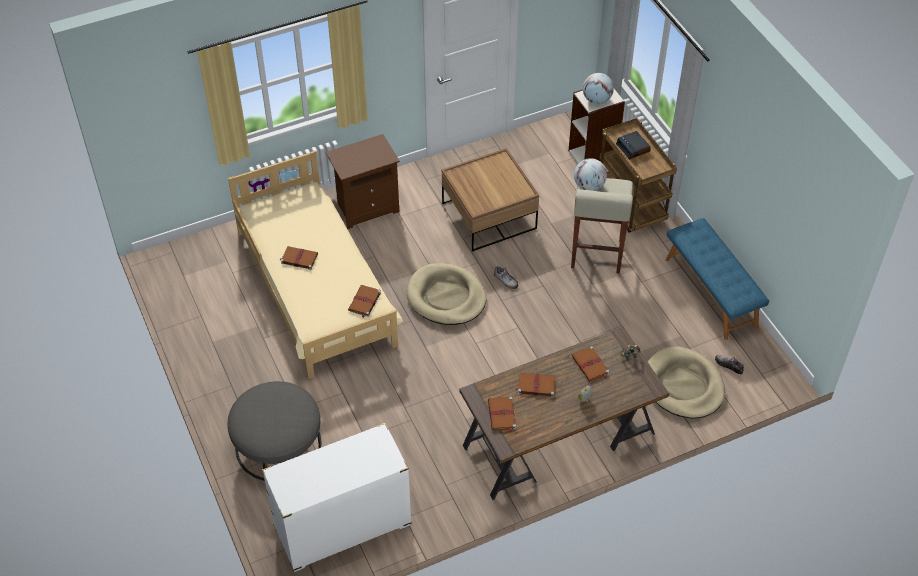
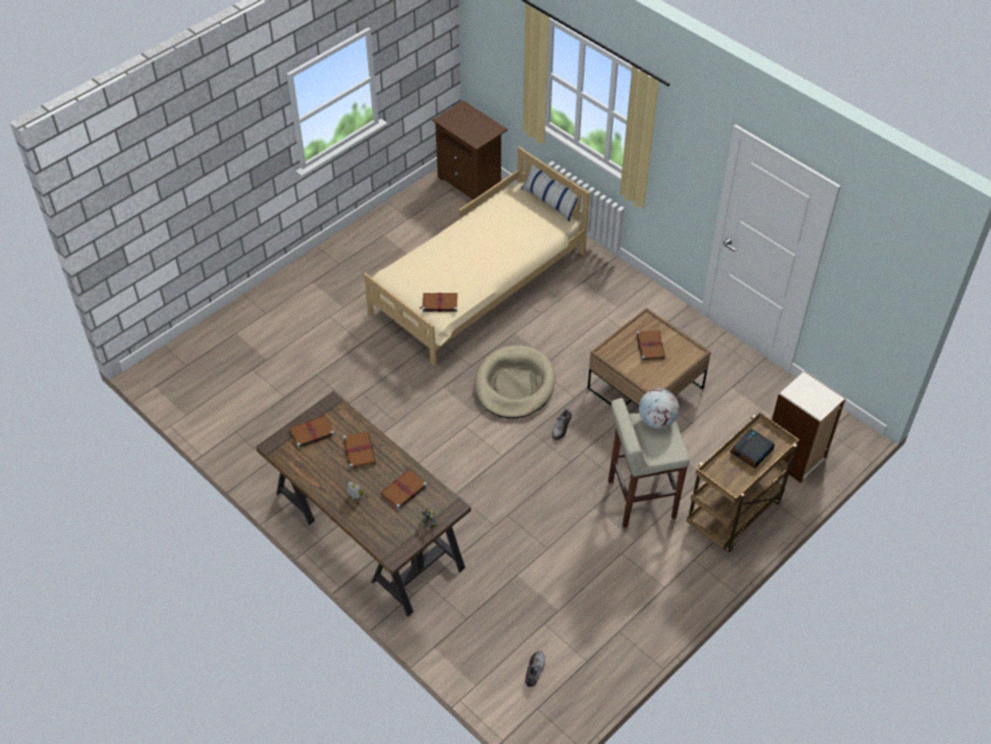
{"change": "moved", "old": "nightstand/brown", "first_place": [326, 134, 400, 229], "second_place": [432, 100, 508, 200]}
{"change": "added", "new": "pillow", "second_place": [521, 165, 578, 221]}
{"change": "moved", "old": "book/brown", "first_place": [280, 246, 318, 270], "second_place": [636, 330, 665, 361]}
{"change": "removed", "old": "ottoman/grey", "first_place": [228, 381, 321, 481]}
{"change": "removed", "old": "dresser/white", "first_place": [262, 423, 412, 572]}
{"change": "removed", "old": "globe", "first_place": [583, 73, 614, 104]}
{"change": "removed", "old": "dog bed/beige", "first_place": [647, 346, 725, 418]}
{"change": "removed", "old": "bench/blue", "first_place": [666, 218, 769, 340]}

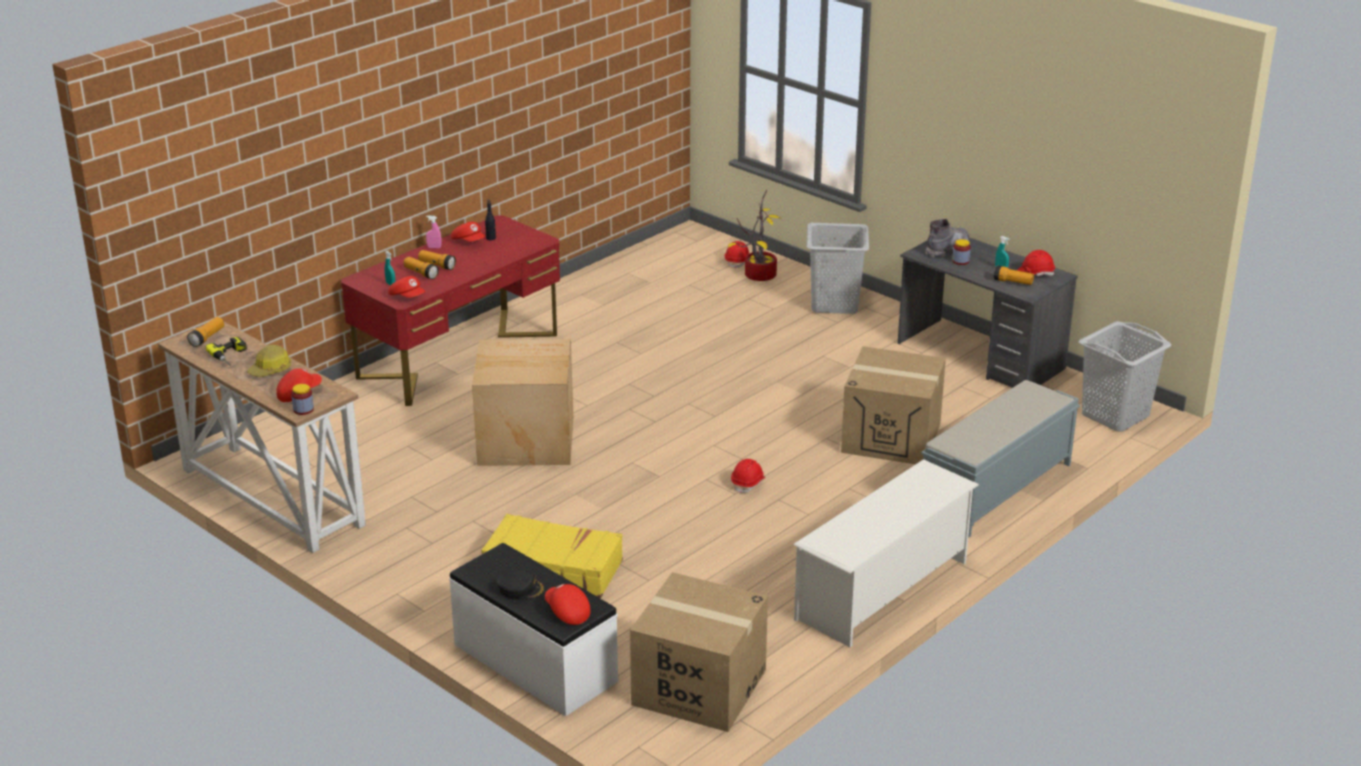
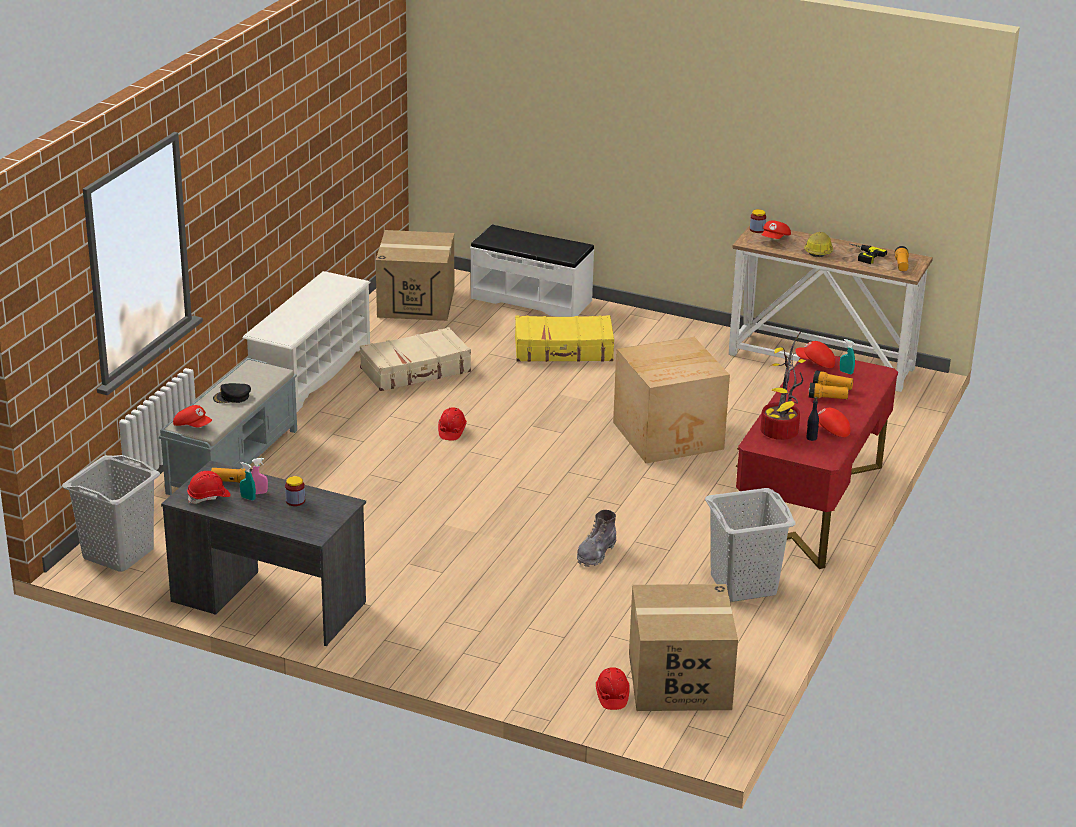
{"change": "moved", "old": "cap/red", "first_place": [545, 584, 591, 625], "second_place": [173, 405, 212, 427]}
{"change": "moved", "old": "cap/black", "first_place": [496, 571, 545, 599], "second_place": [213, 383, 251, 403]}
{"change": "moved", "old": "spray bottle/pink", "first_place": [426, 215, 442, 248], "second_place": [251, 458, 268, 494]}
{"change": "added", "new": "suitcase/beige", "second_place": [360, 327, 471, 391]}
{"change": "moved", "old": "boot/grey", "first_place": [925, 219, 969, 258], "second_place": [577, 510, 616, 567]}
{"change": "moved", "old": "cardboard box", "first_place": [841, 346, 946, 464], "second_place": [629, 584, 738, 711]}
{"change": "moved", "old": "laundry basket/grey", "first_place": [807, 223, 869, 314], "second_place": [705, 488, 796, 602]}
{"change": "moved", "old": "potted plant", "first_place": [728, 190, 783, 281], "second_place": [760, 332, 806, 440]}

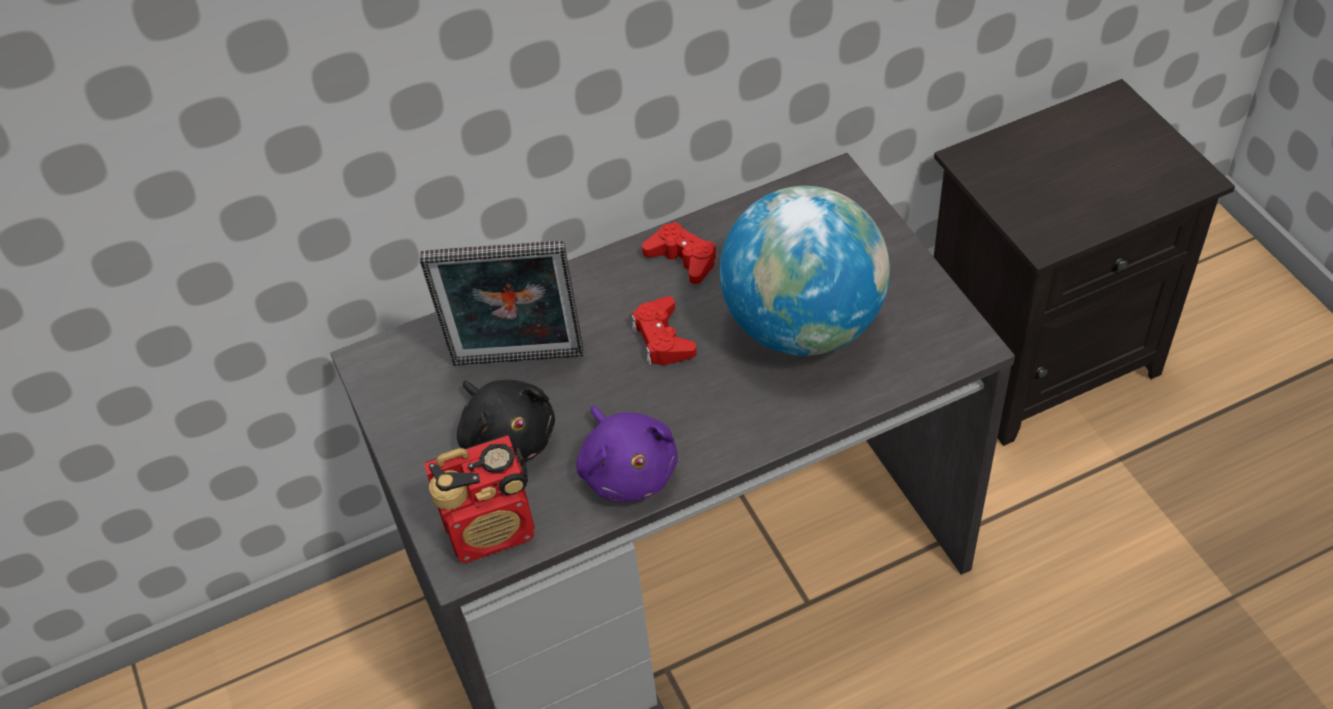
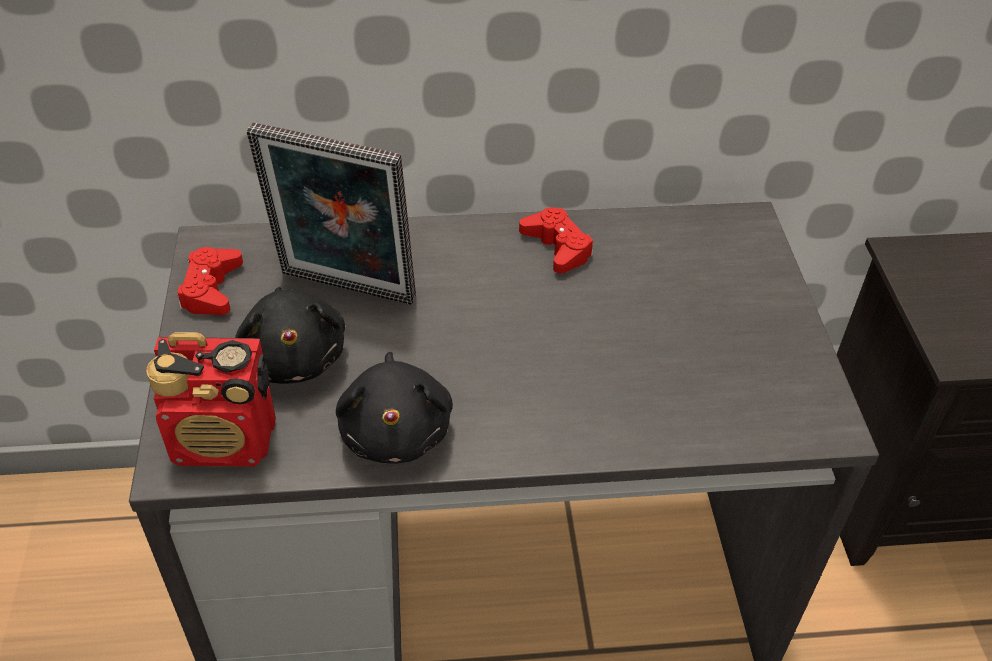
{"change": "moved", "old": "game controller/red", "first_place": [632, 296, 697, 365], "second_place": [177, 247, 243, 315]}
{"change": "recoloured", "old": "plush toy/purple", "new": "plush toy/black", "first_place": [576, 405, 678, 502], "second_place": [336, 352, 453, 464]}
{"change": "removed", "old": "globe", "first_place": [720, 186, 890, 356]}

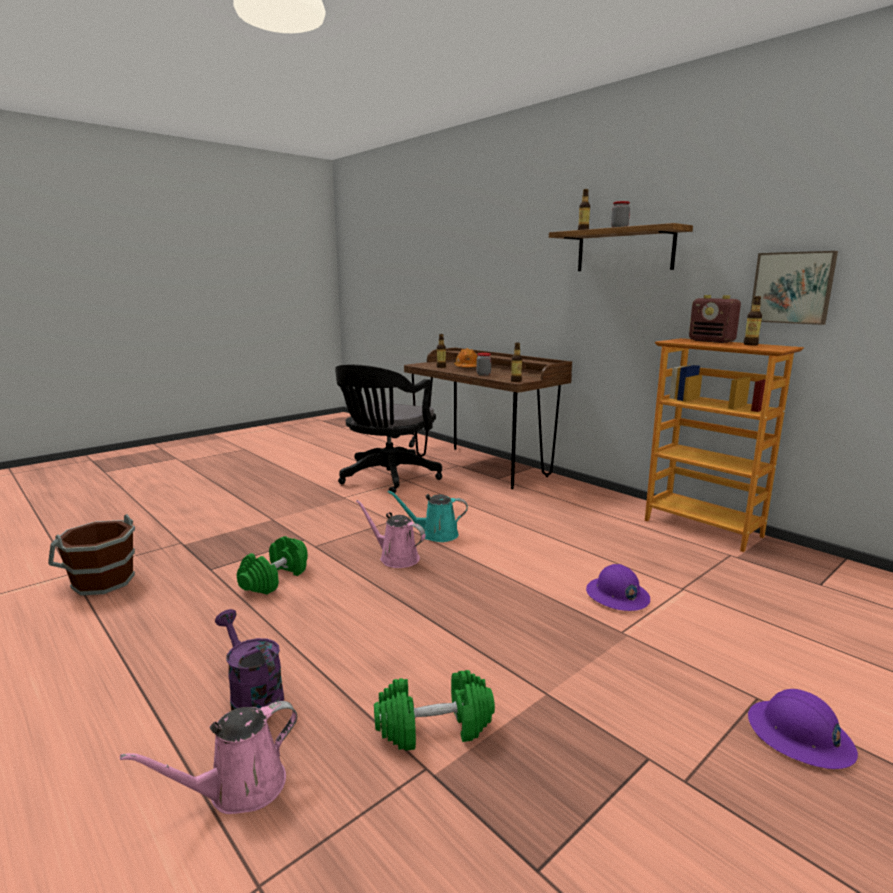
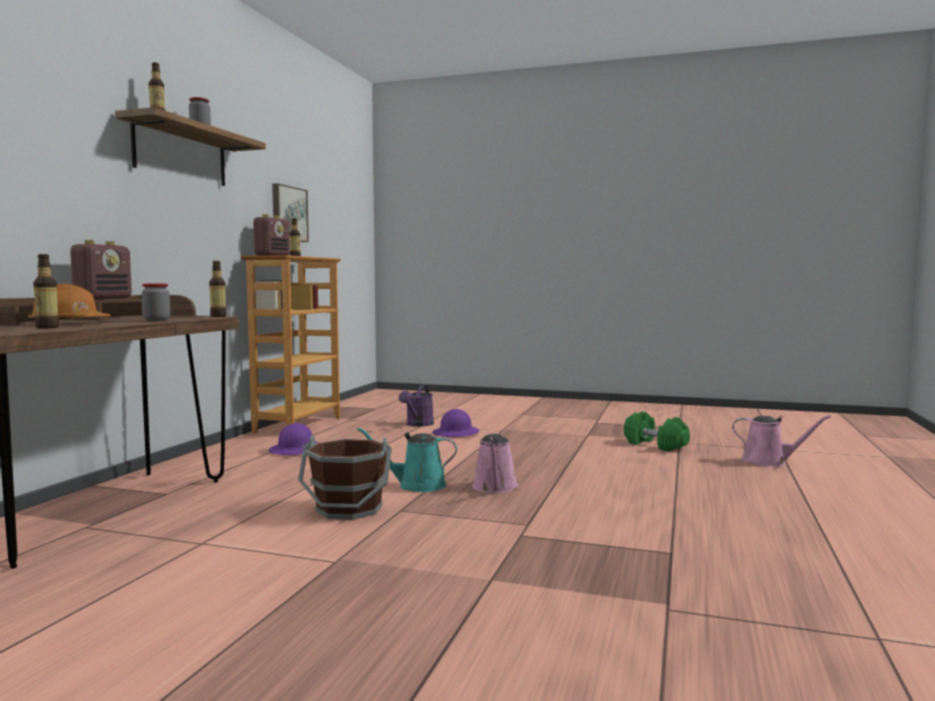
{"change": "added", "new": "radio", "second_place": [70, 240, 132, 300]}
{"change": "moved", "old": "hard hat/purple", "first_place": [748, 689, 858, 769], "second_place": [269, 423, 319, 455]}
{"change": "moved", "old": "bucket/brown", "first_place": [48, 514, 135, 596], "second_place": [298, 435, 392, 520]}
{"change": "turned", "old": "watering can/turquoise", "first_place": [388, 490, 468, 542], "second_place": [357, 428, 457, 492], "degrees": 120}
{"change": "moved", "old": "watering can/purple", "first_place": [215, 609, 284, 710], "second_place": [399, 384, 434, 427]}
{"change": "removed", "old": "dumbbell/green", "first_place": [237, 536, 308, 595]}
{"change": "removed", "old": "office chair/black", "first_place": [335, 364, 442, 493]}

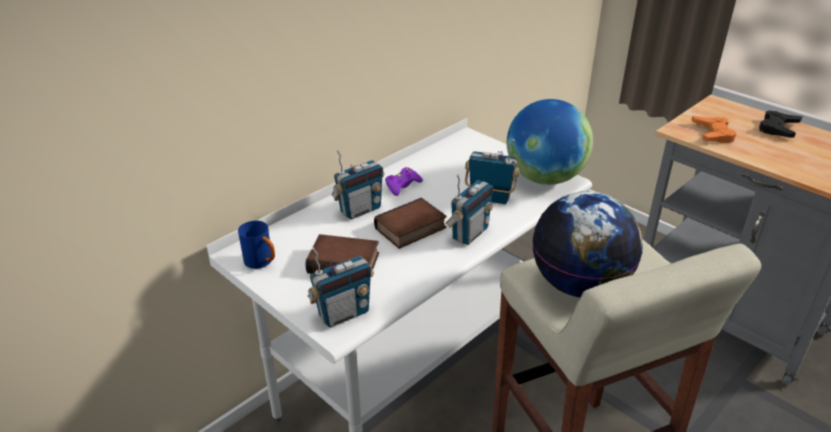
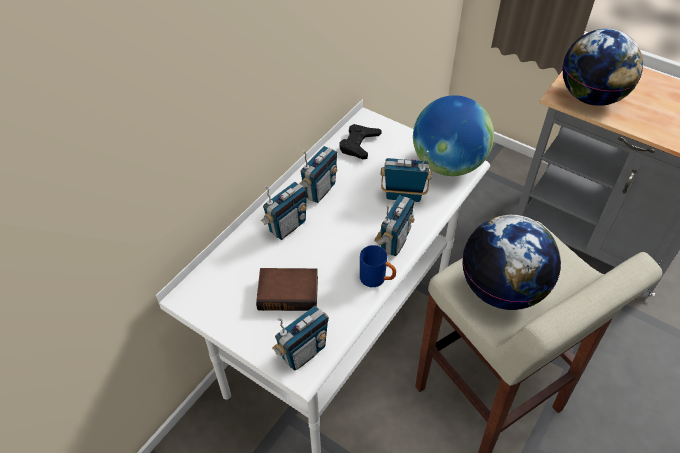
{"change": "replaced", "old": "game controller/purple", "new": "radio", "first_place": [385, 167, 423, 196], "second_place": [299, 146, 338, 203]}
{"change": "moved", "old": "game controller/black", "first_place": [759, 110, 803, 138], "second_place": [340, 124, 382, 159]}
{"change": "moved", "old": "mug/blue", "first_place": [238, 221, 275, 269], "second_place": [360, 245, 396, 287]}
{"change": "replaced", "old": "game controller/orange", "new": "globe", "first_place": [691, 116, 737, 143], "second_place": [562, 29, 643, 106]}
{"change": "removed", "old": "book", "first_place": [374, 198, 447, 249]}

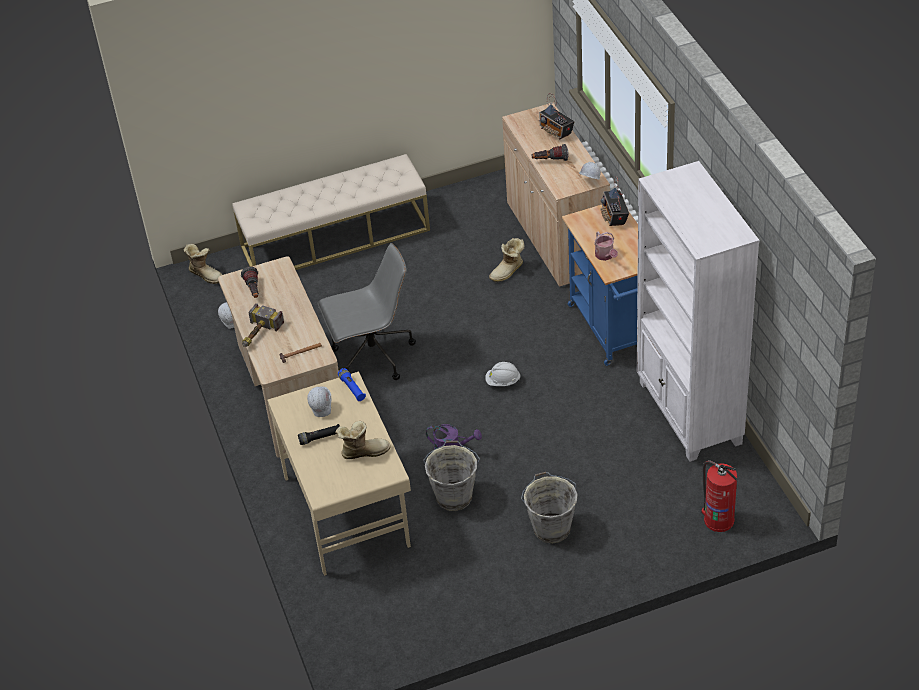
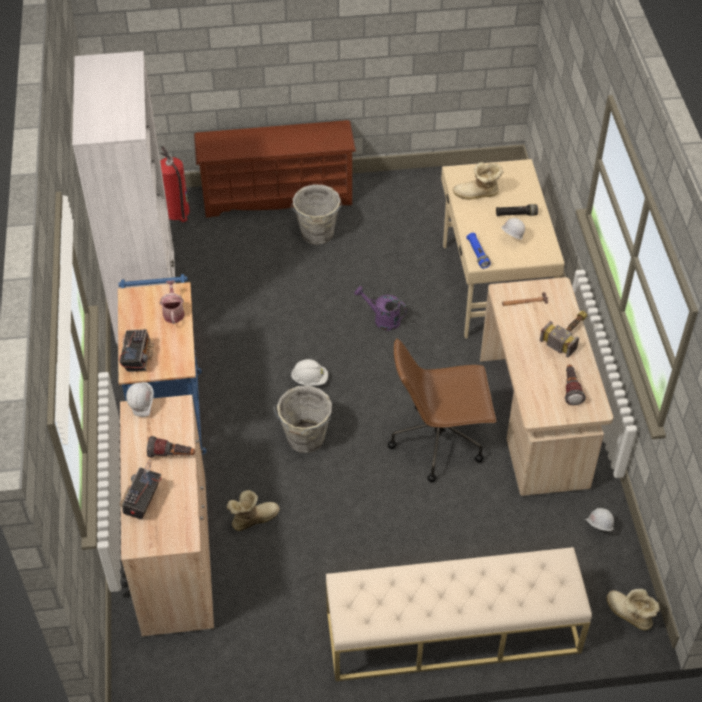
{"change": "turned", "old": "radio", "first_place": [539, 93, 574, 140], "second_place": [120, 459, 161, 519], "degrees": -135}
{"change": "added", "new": "shoe rack/brown", "second_place": [194, 120, 356, 218]}
{"change": "moved", "old": "bucket/grey", "first_place": [423, 441, 480, 511], "second_place": [273, 386, 332, 453]}
{"change": "recoloured", "old": "office chair/grey", "new": "office chair/brown", "first_place": [317, 243, 416, 380], "second_place": [388, 338, 496, 482]}

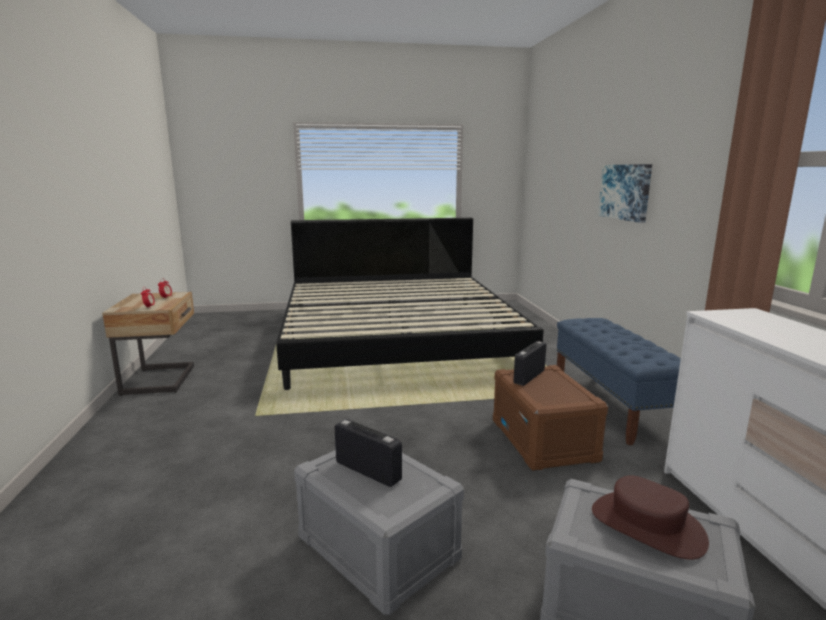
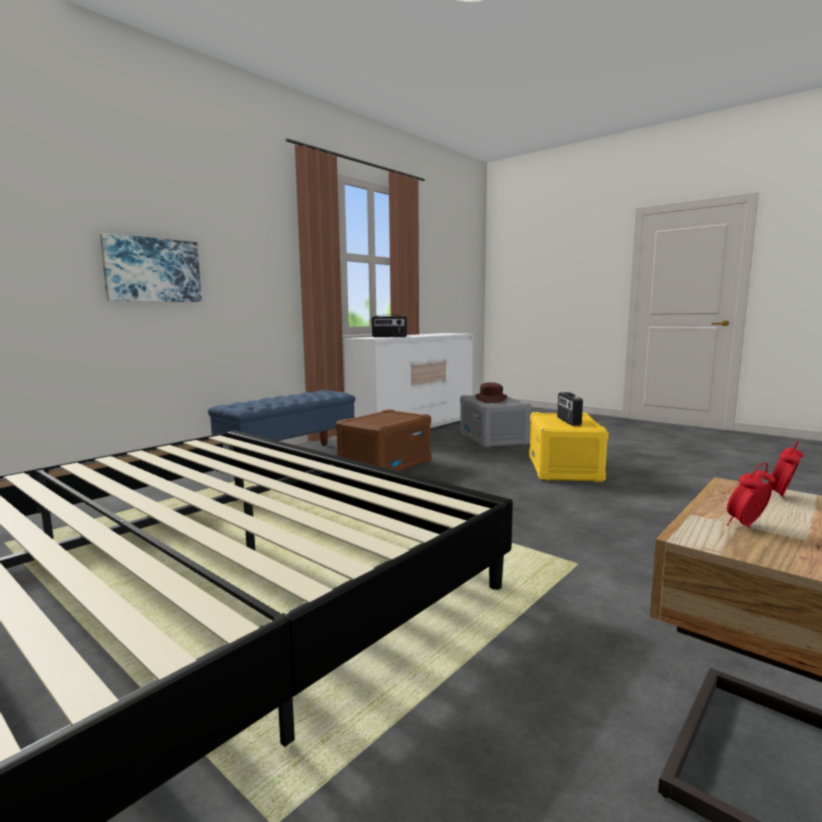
{"change": "moved", "old": "radio", "first_place": [513, 341, 546, 386], "second_place": [372, 315, 407, 337]}
{"change": "recoloured", "old": "storage box/grey", "new": "storage box/yellow", "first_place": [294, 450, 464, 615], "second_place": [529, 412, 609, 482]}

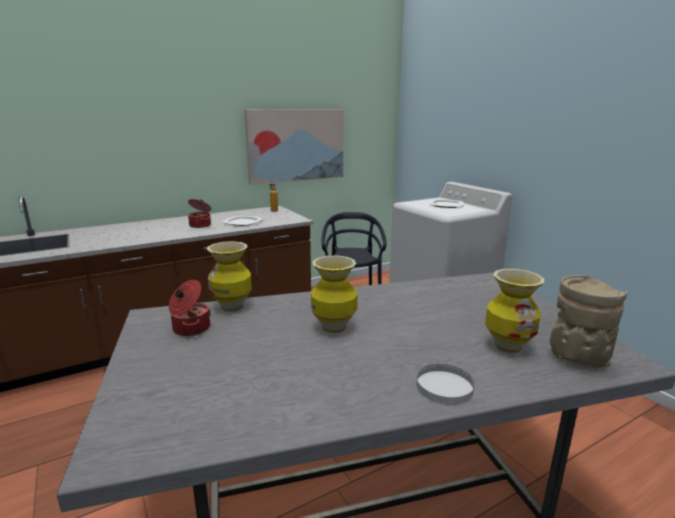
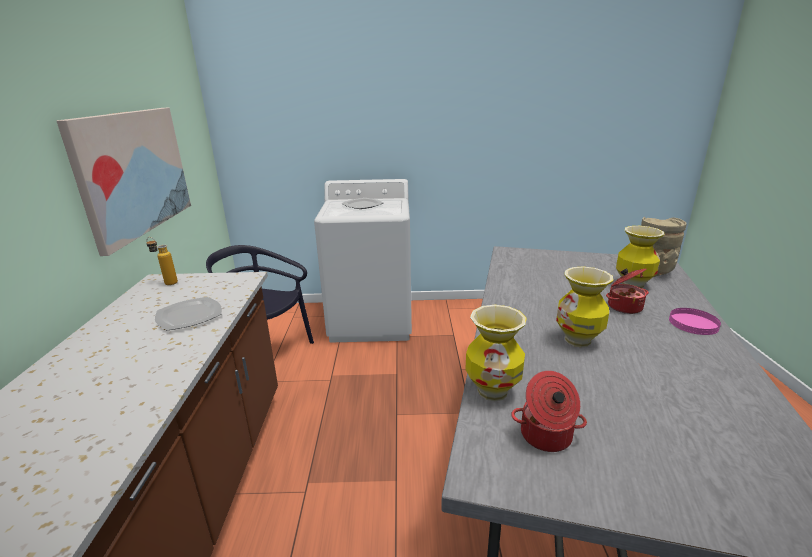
{"change": "moved", "old": "cooking pot", "first_place": [188, 199, 211, 228], "second_place": [606, 268, 649, 314]}
{"change": "recoloured", "old": "plate/white", "new": "plate/pink", "first_place": [416, 364, 475, 405], "second_place": [669, 308, 721, 335]}

